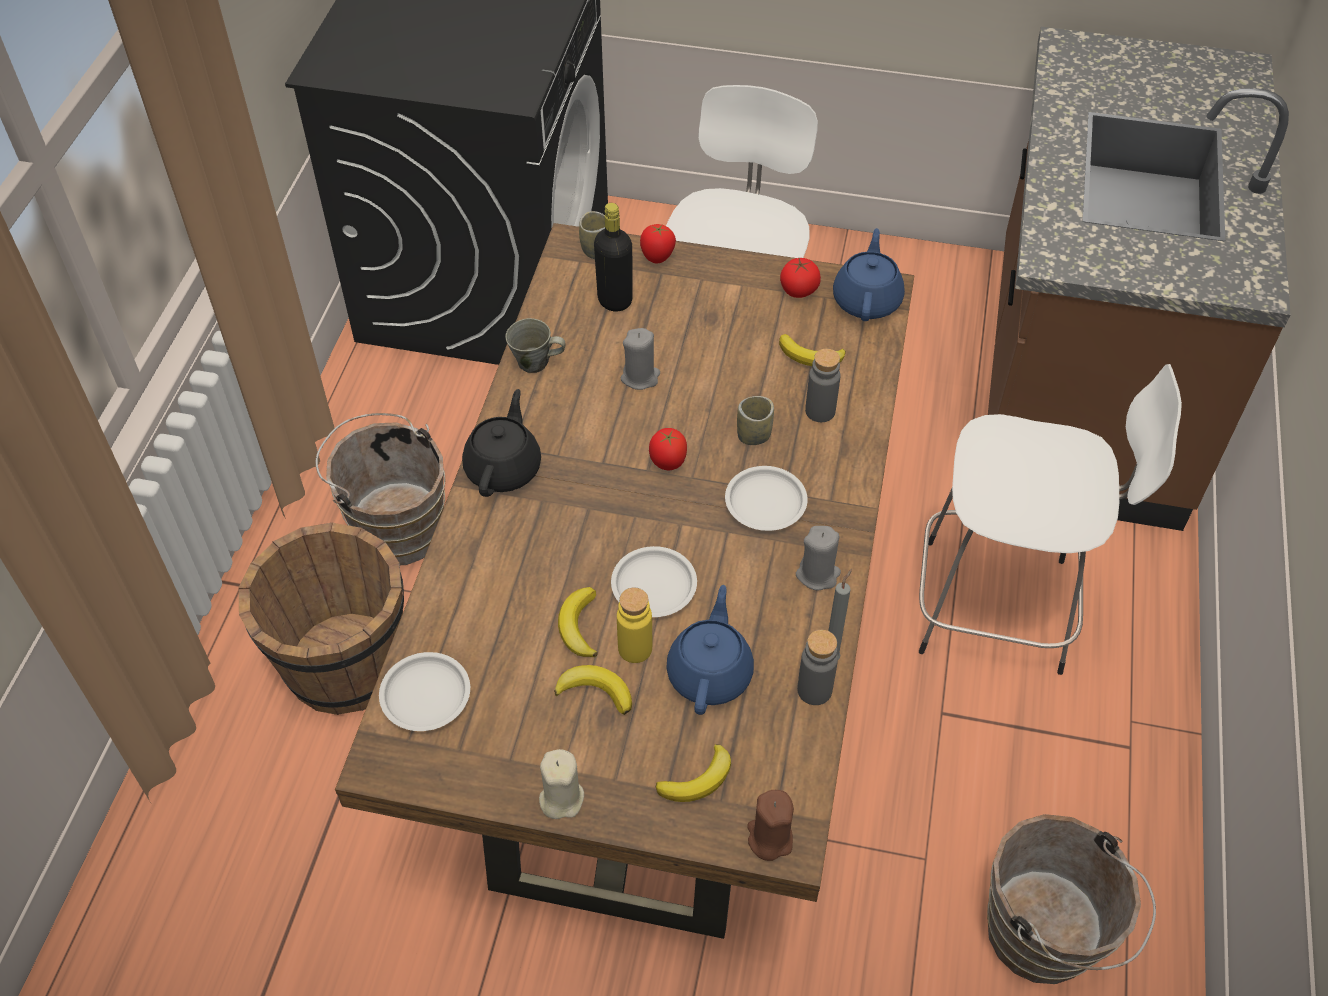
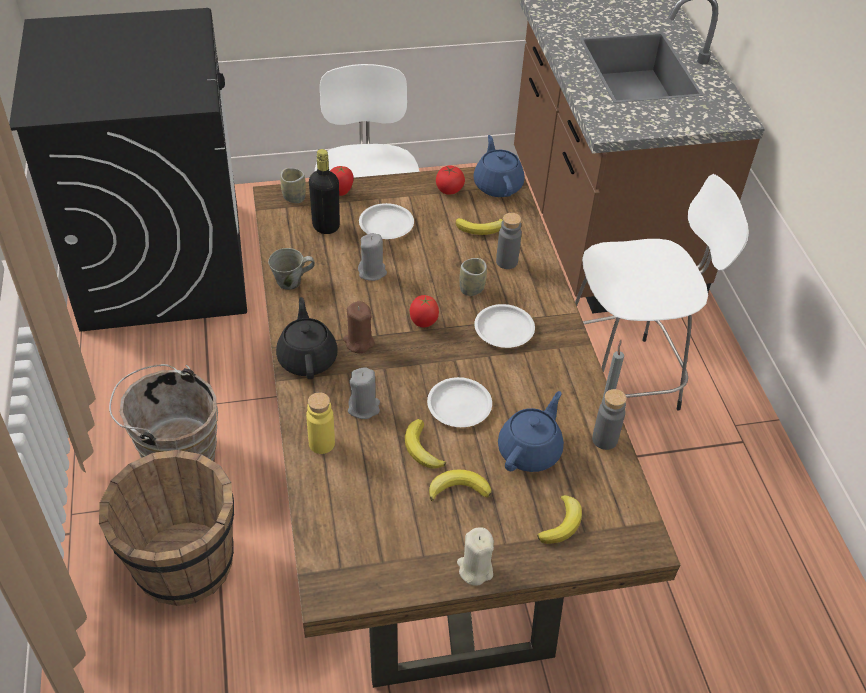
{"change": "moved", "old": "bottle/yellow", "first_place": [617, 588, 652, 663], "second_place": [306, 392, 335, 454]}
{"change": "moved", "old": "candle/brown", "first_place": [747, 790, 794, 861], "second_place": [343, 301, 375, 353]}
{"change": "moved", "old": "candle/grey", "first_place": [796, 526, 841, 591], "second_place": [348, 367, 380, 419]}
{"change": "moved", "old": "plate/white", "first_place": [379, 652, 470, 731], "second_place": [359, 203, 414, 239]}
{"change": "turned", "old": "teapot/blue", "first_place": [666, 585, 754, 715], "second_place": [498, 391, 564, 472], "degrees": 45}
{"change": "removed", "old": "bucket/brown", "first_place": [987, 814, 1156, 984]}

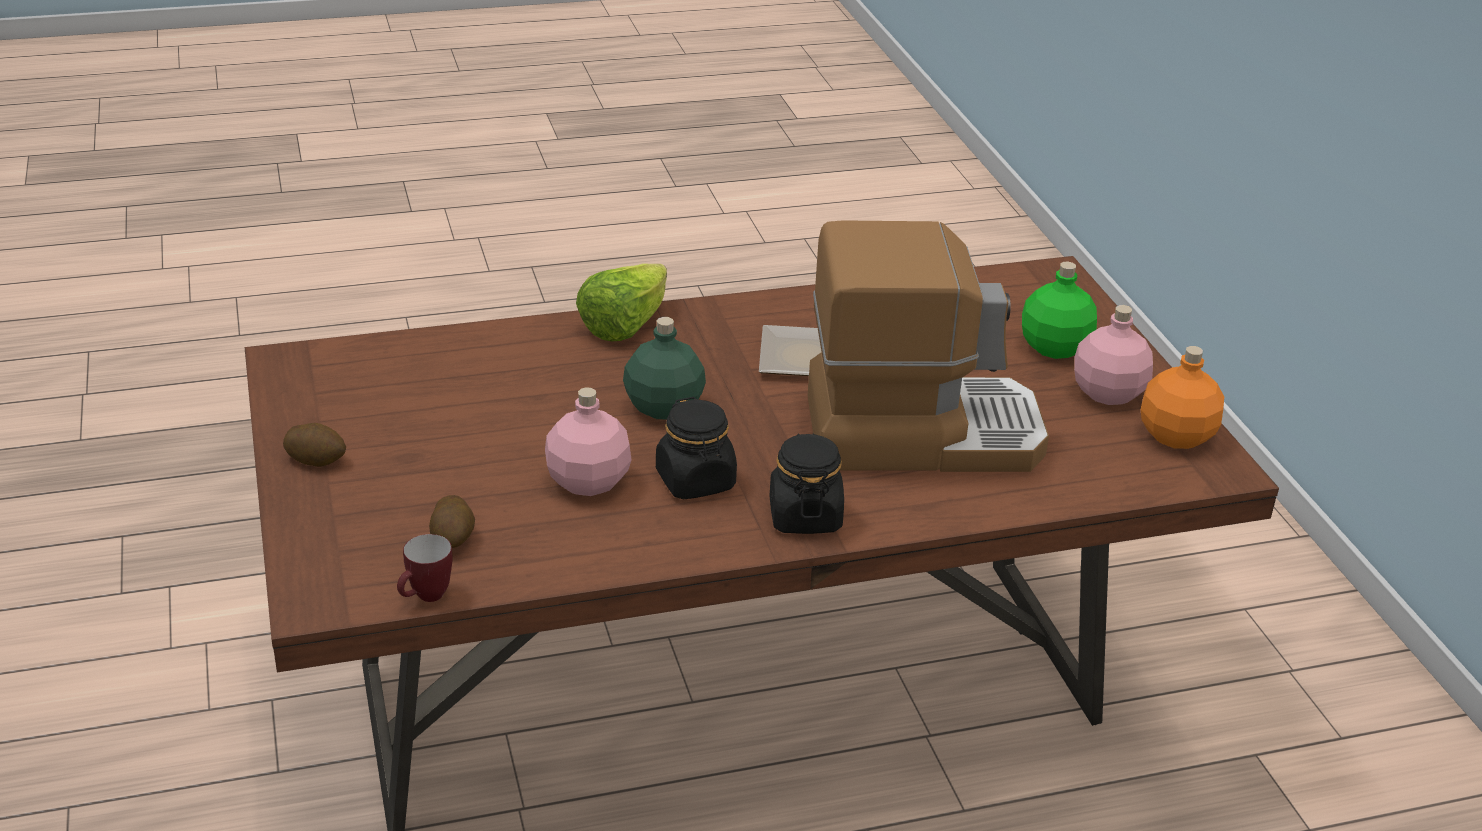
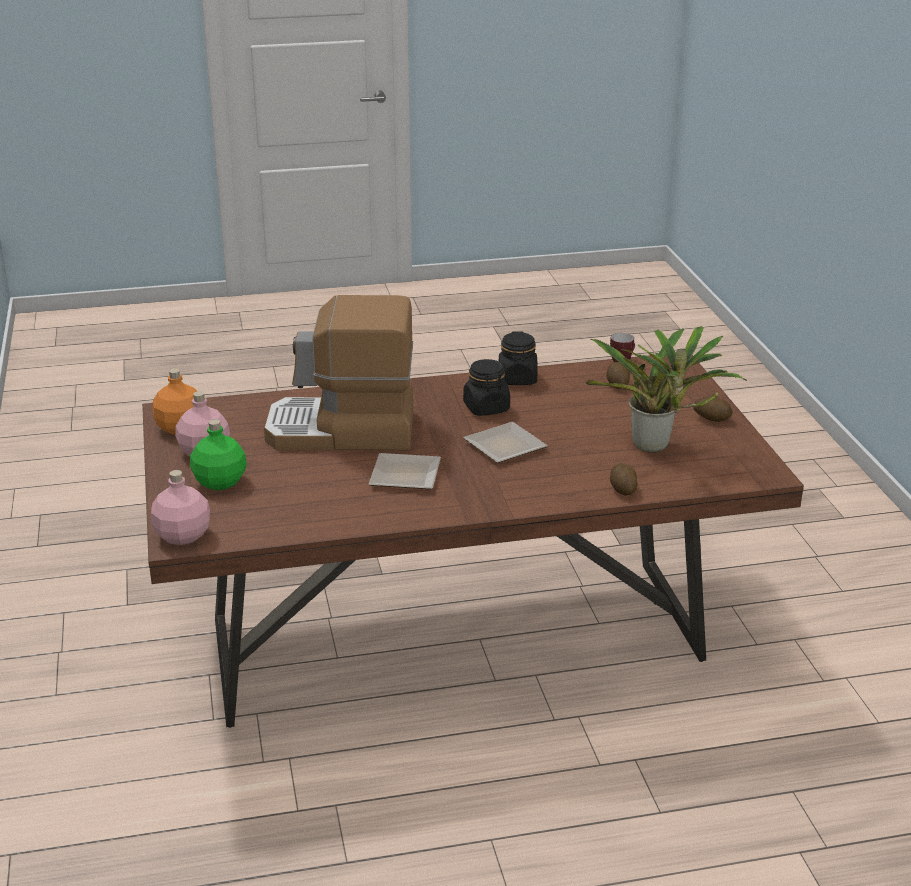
{"change": "moved", "old": "bottle/pink", "first_place": [545, 387, 632, 496], "second_place": [151, 470, 210, 545]}
{"change": "replaced", "old": "bottle/green", "new": "plate", "first_place": [623, 317, 706, 419], "second_place": [463, 422, 548, 463]}
{"change": "moved", "old": "jar/black", "first_place": [769, 433, 844, 534], "second_place": [499, 331, 538, 385]}
{"change": "added", "new": "potted plant", "second_place": [585, 326, 747, 453]}
{"change": "added", "new": "potato", "second_place": [610, 463, 638, 495]}
{"change": "removed", "old": "lettuce", "first_place": [576, 263, 667, 341]}

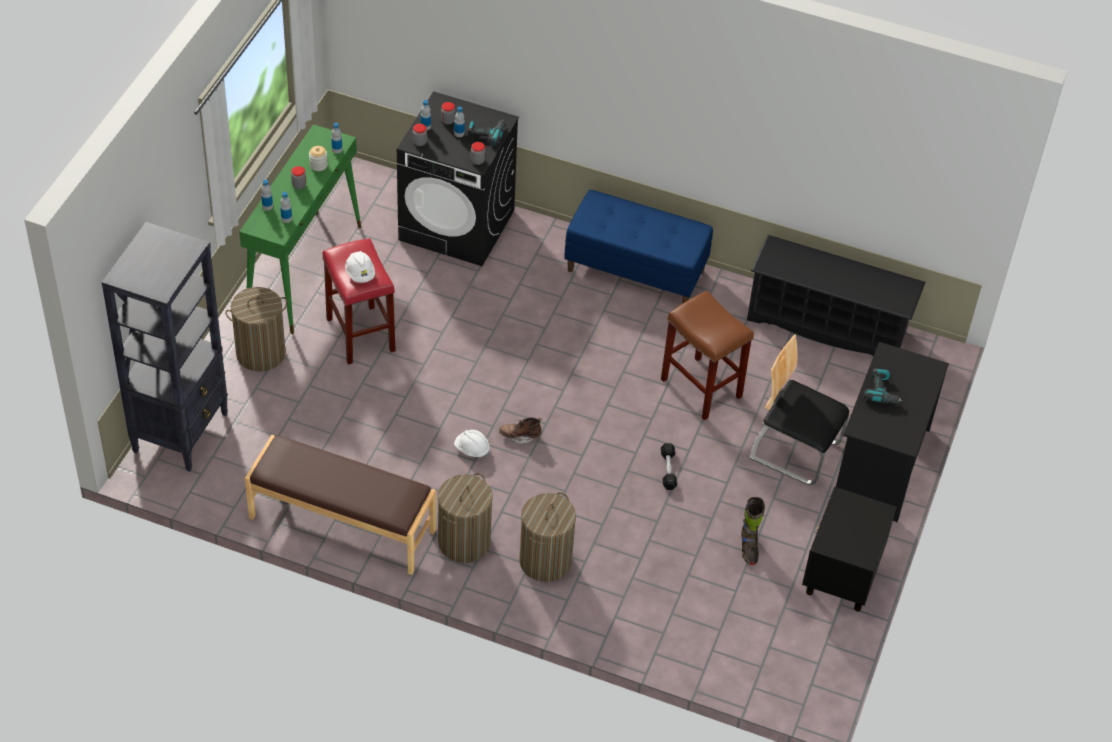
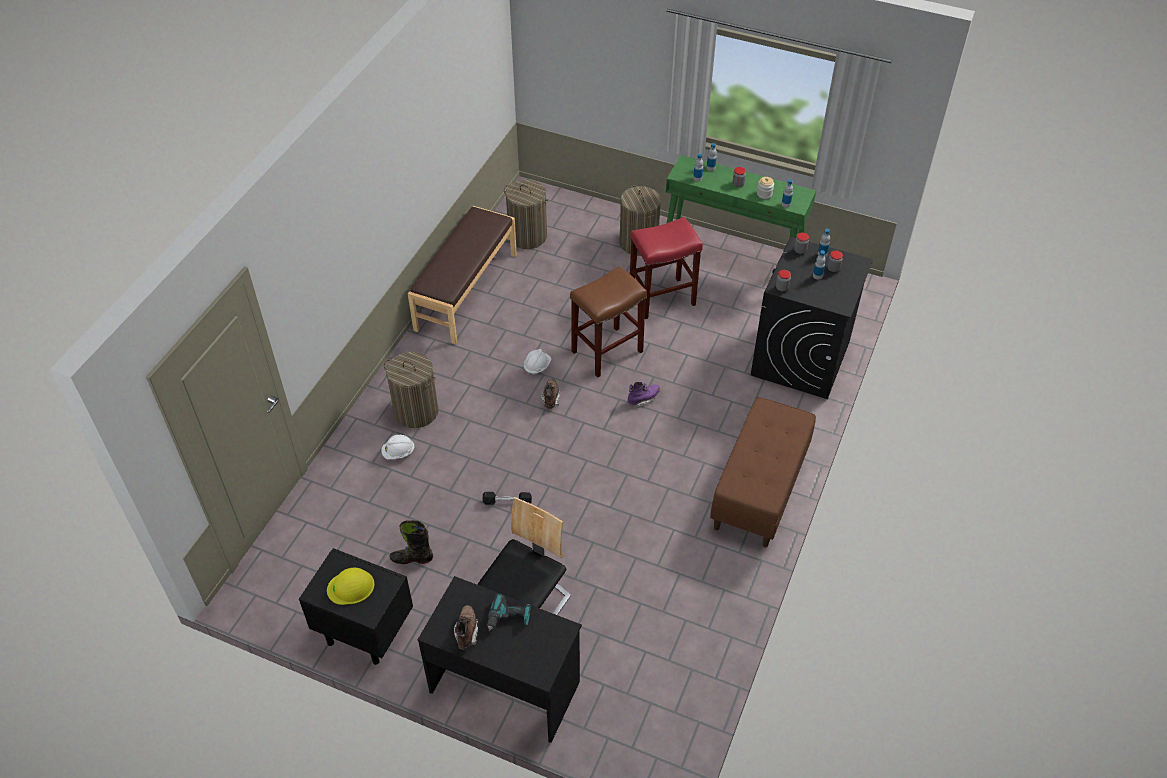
{"change": "added", "new": "hard hat/yellow", "second_place": [327, 568, 374, 605]}
{"change": "moved", "old": "hard hat/white", "first_place": [345, 251, 375, 283], "second_place": [381, 435, 415, 459]}
{"change": "added", "new": "boot/brown", "second_place": [454, 605, 479, 650]}
{"change": "moved", "old": "laundry basket", "first_place": [438, 473, 493, 563], "second_place": [504, 180, 549, 249]}
{"change": "moved", "old": "stool/brown", "first_place": [661, 291, 754, 420], "second_place": [570, 266, 647, 378]}
{"change": "added", "new": "boot/purple", "second_place": [627, 382, 660, 408]}
{"change": "recoloured", "old": "bench/blue", "new": "bench/brown", "first_place": [564, 190, 713, 304], "second_place": [710, 397, 816, 547]}
{"change": "removed", "old": "bookcase/black", "first_place": [101, 222, 228, 472]}
{"change": "removed", "old": "power drill", "first_place": [468, 120, 506, 146]}
{"change": "removed", "old": "shoe rack/black", "first_place": [747, 234, 925, 356]}

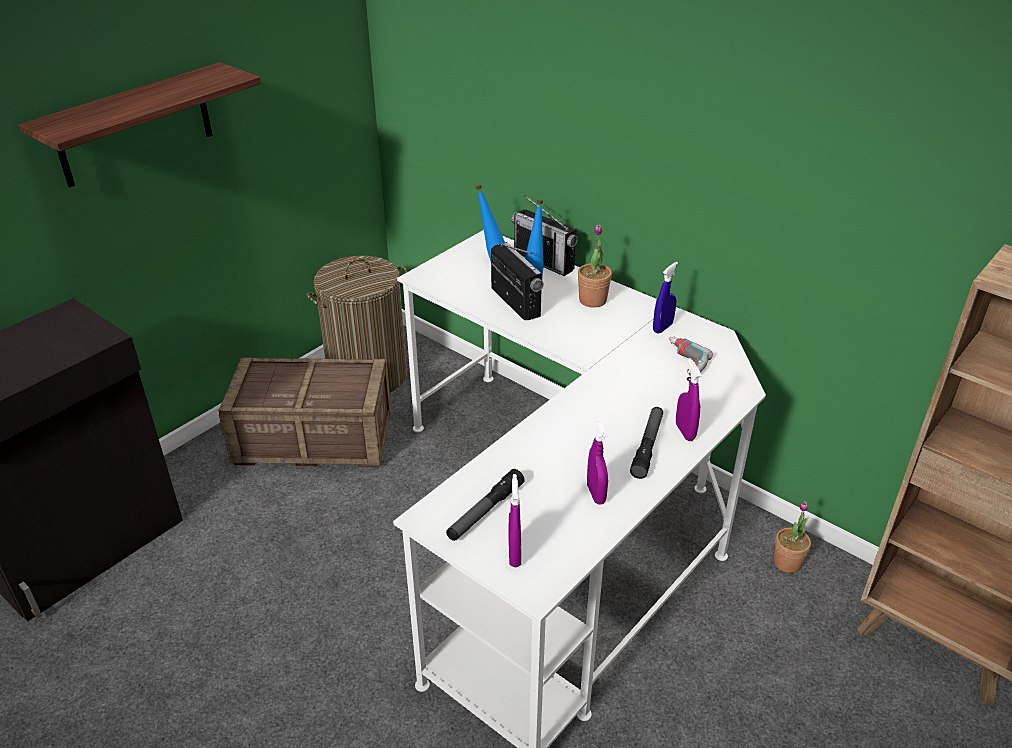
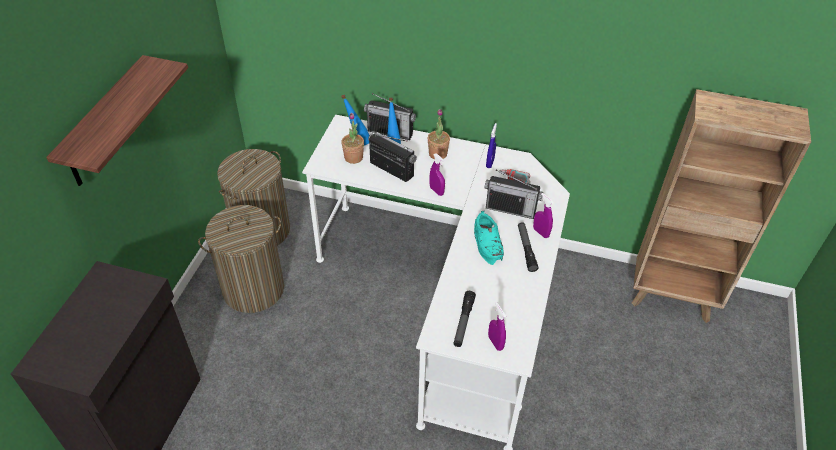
{"change": "replaced", "old": "crate", "new": "laundry basket", "first_place": [219, 357, 391, 467], "second_place": [198, 205, 284, 313]}
{"change": "moved", "old": "potted plant", "first_place": [774, 501, 811, 573], "second_place": [341, 113, 364, 164]}
{"change": "moved", "old": "spray bottle/purple", "first_place": [587, 421, 608, 504], "second_place": [429, 153, 445, 196]}
{"change": "added", "new": "shoe/turquoise", "second_place": [474, 211, 504, 265]}
{"change": "added", "new": "radio", "second_place": [484, 170, 543, 219]}

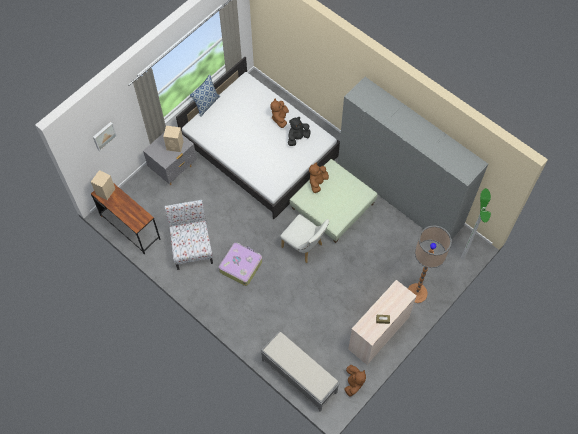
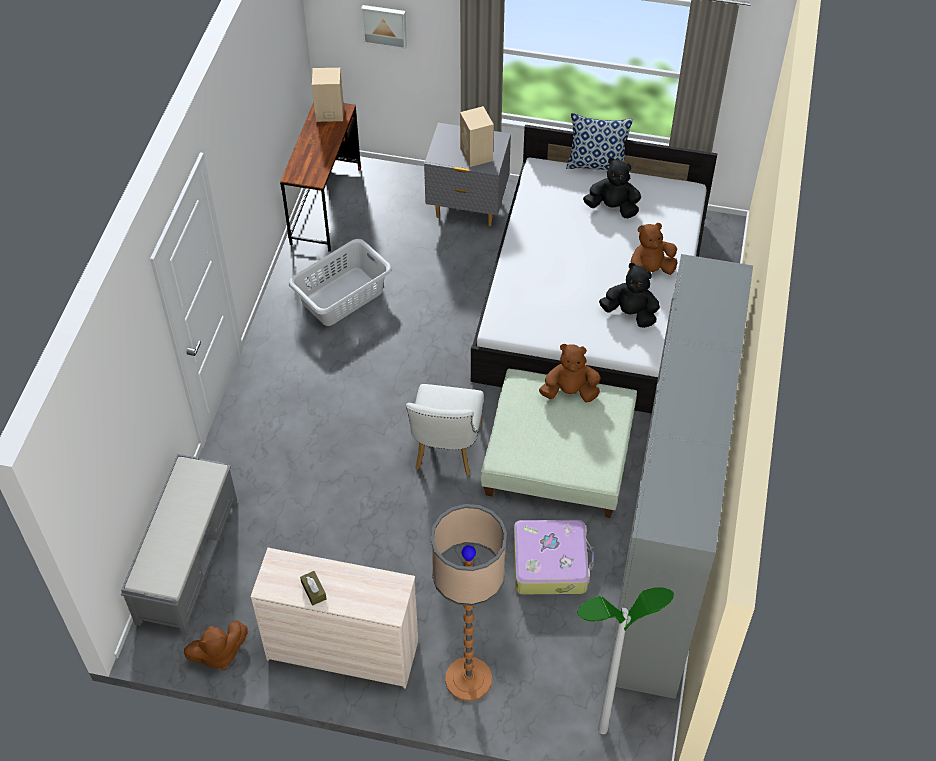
{"change": "replaced", "old": "chair", "new": "laundry basket/grey", "first_place": [165, 200, 213, 270], "second_place": [289, 239, 392, 326]}
{"change": "moved", "old": "suitcase", "first_place": [219, 242, 262, 286], "second_place": [514, 520, 594, 594]}
{"change": "added", "new": "plush toy/black", "second_place": [583, 158, 641, 218]}

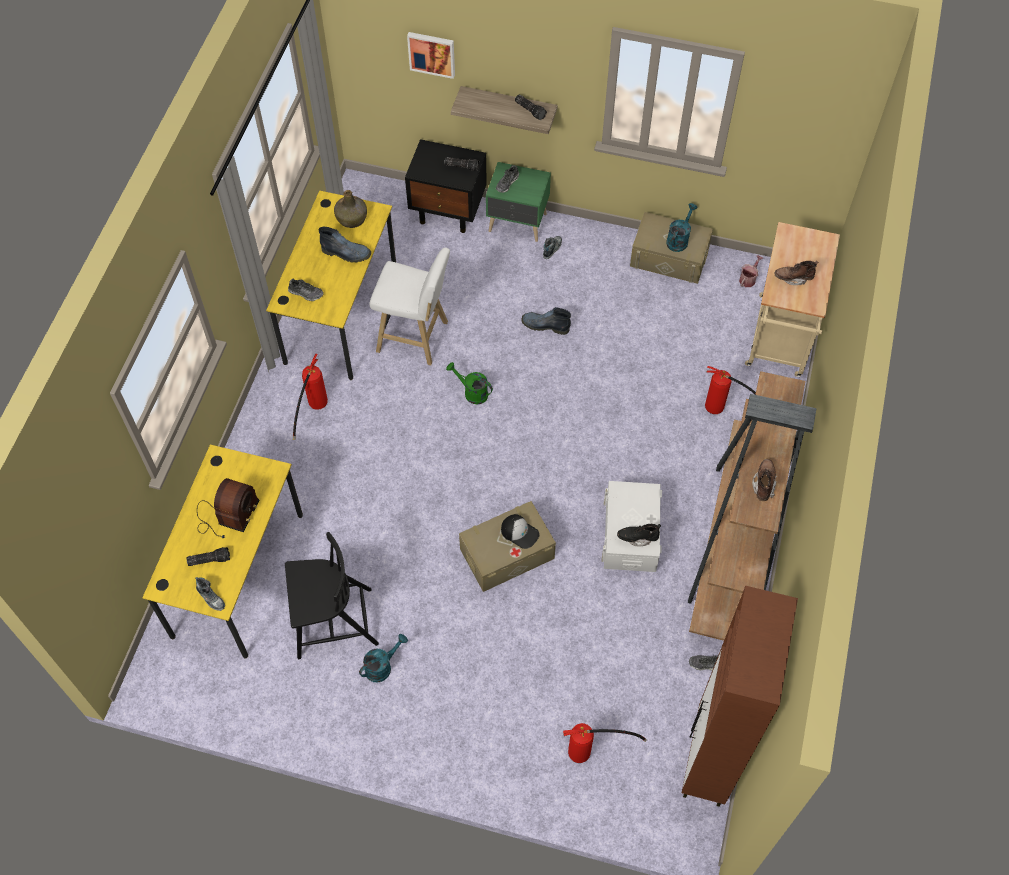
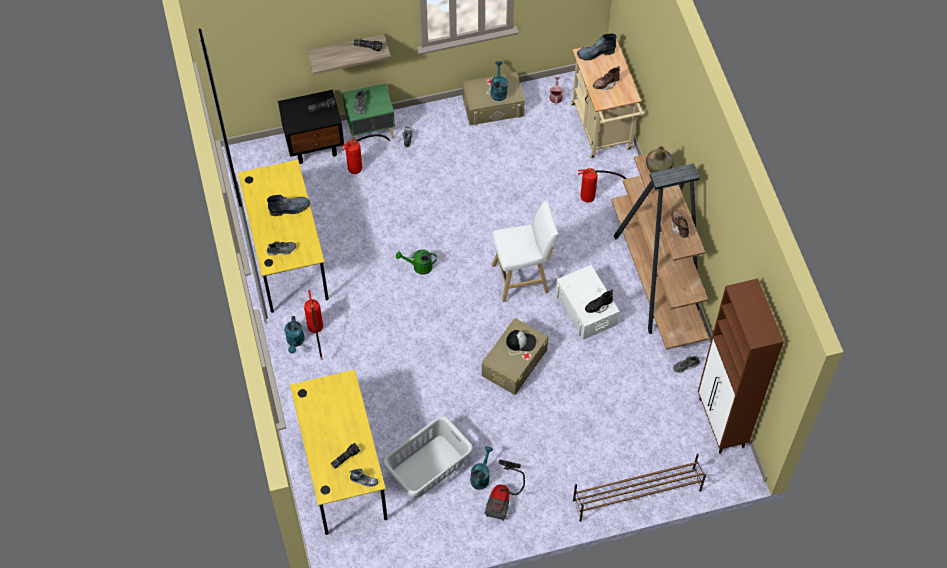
{"change": "added", "new": "watering can/turquoise", "second_place": [285, 316, 305, 354]}
{"change": "moved", "old": "fire extinguisher", "first_place": [563, 723, 647, 763], "second_place": [341, 134, 391, 174]}
{"change": "replaced", "old": "chair/black", "new": "laundry basket/grey", "first_place": [285, 532, 379, 659], "second_place": [383, 416, 473, 498]}
{"change": "added", "new": "vacuum cleaner", "second_place": [485, 459, 525, 521]}
{"change": "moved", "old": "stool/white", "first_place": [369, 248, 450, 365], "second_place": [492, 202, 559, 302]}
{"change": "added", "new": "shoe rack/brown", "second_place": [573, 454, 706, 522]}
{"change": "moved", "old": "boot", "first_place": [522, 307, 571, 335], "second_place": [577, 34, 617, 61]}
{"change": "moved", "old": "bottle/green", "first_place": [334, 190, 367, 228], "second_place": [646, 146, 674, 173]}
{"change": "removed", "old": "radio", "first_place": [197, 478, 259, 538]}
{"change": "removed", "old": "picture", "first_place": [407, 32, 455, 79]}

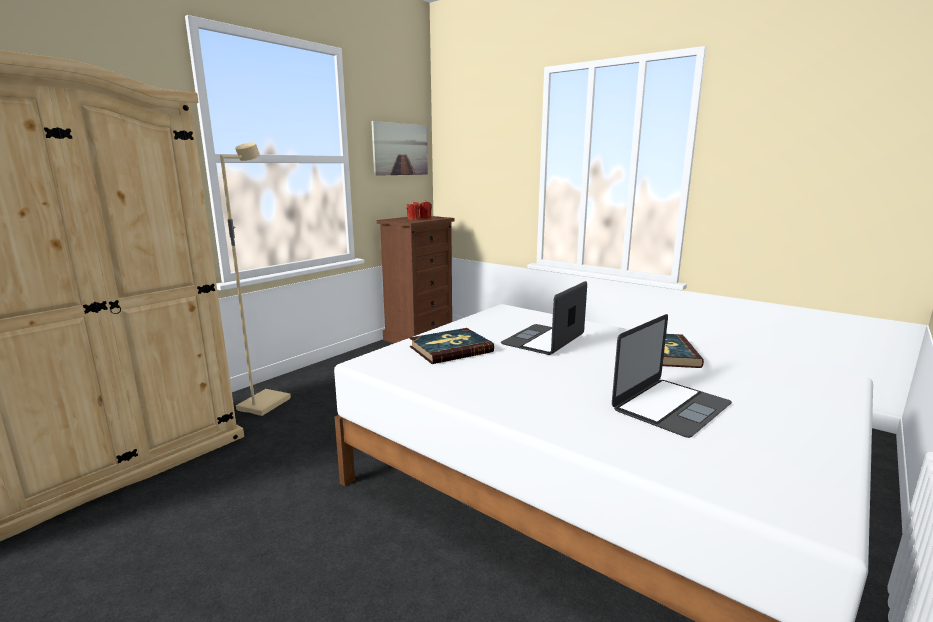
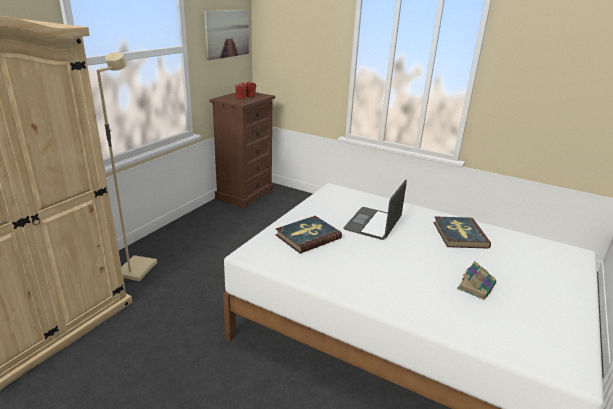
{"change": "replaced", "old": "laptop", "new": "book", "first_place": [612, 314, 732, 438], "second_place": [457, 261, 496, 300]}

